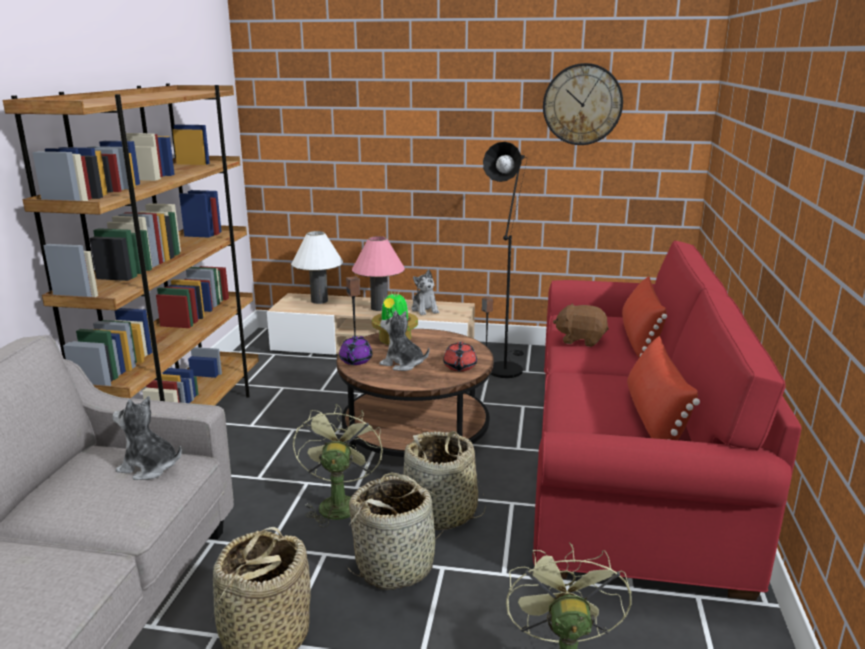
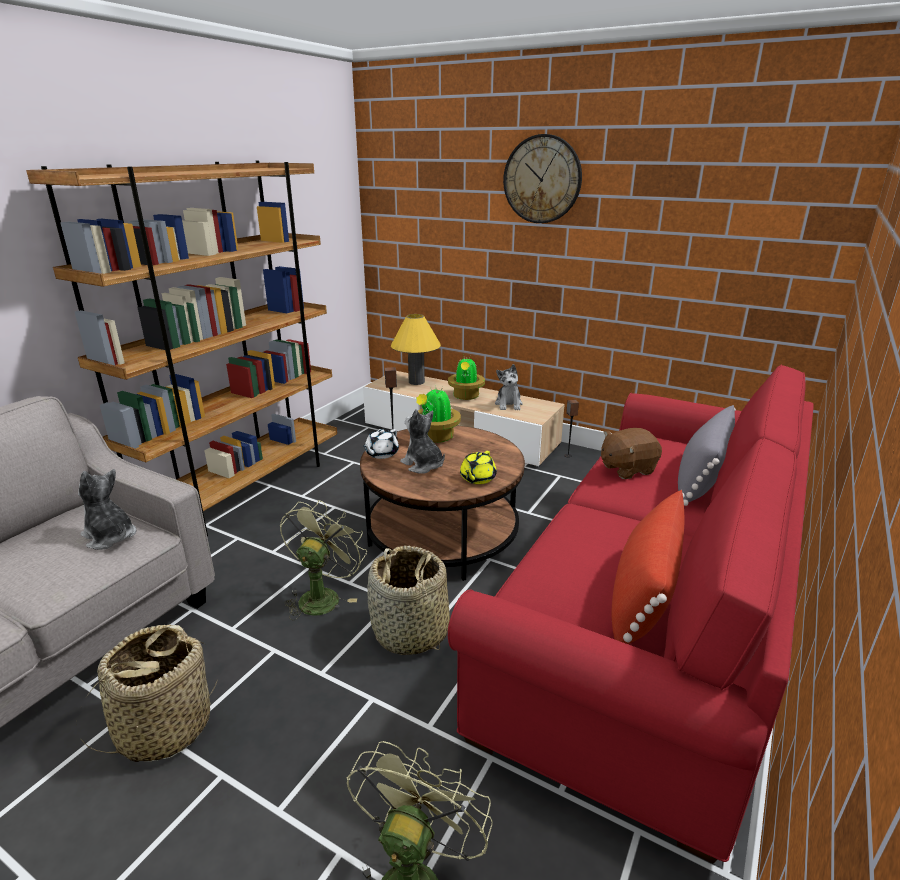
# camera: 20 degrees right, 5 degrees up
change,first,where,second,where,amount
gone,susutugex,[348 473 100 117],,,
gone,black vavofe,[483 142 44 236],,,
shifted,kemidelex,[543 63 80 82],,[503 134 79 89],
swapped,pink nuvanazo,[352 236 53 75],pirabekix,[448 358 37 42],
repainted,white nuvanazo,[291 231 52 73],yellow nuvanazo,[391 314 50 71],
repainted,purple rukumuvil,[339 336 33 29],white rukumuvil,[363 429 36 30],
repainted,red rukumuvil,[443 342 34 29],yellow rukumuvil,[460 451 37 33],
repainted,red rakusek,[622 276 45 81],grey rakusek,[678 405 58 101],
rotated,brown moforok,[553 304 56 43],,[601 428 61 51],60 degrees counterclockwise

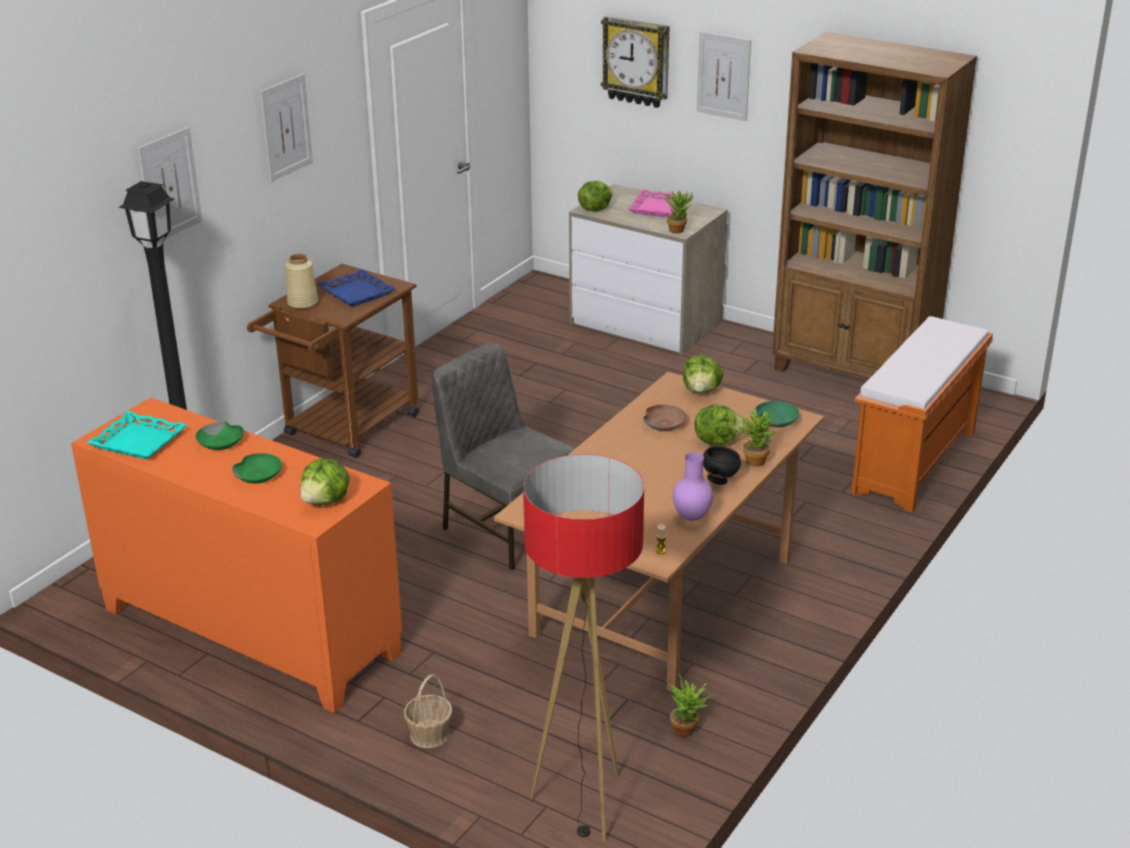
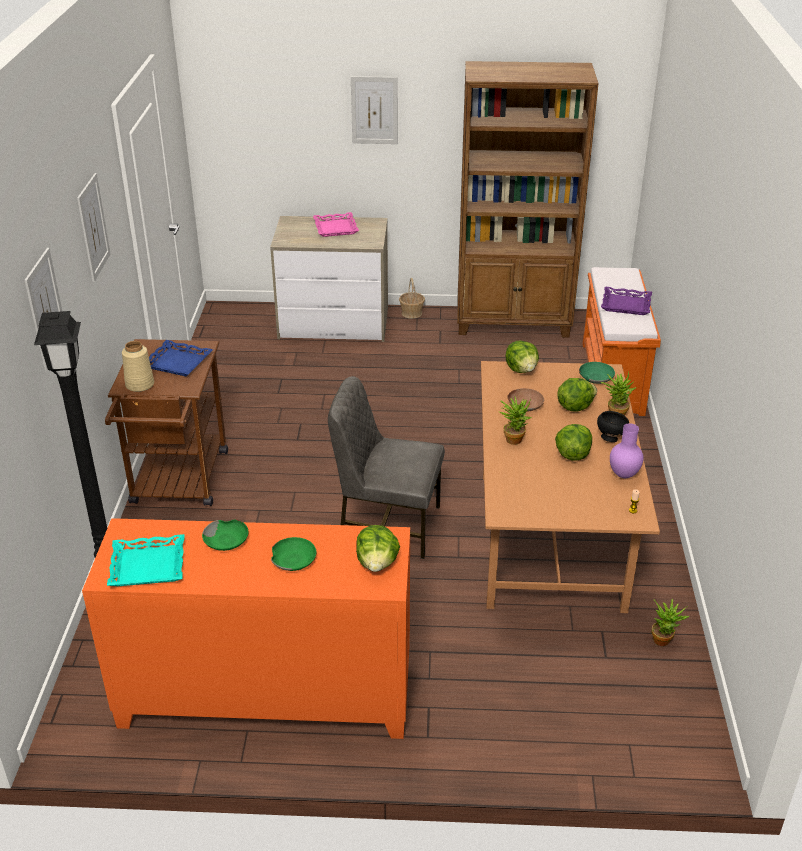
# camera: 30 degrees left, 5 degrees up
change,first,where,second,where,amount
gone,vavofe,[523 454 121 388],,,
gone,kemidelex,[601 16 68 92],,,
new,,,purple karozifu,[601 287 51 28],
shifted,susutugex,[404 674 49 74],,[399 278 26 41],
shifted,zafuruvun,[578 181 35 31],,[555 424 37 37],
shifted,pirabekix,[663 191 31 43],,[499 397 33 48],

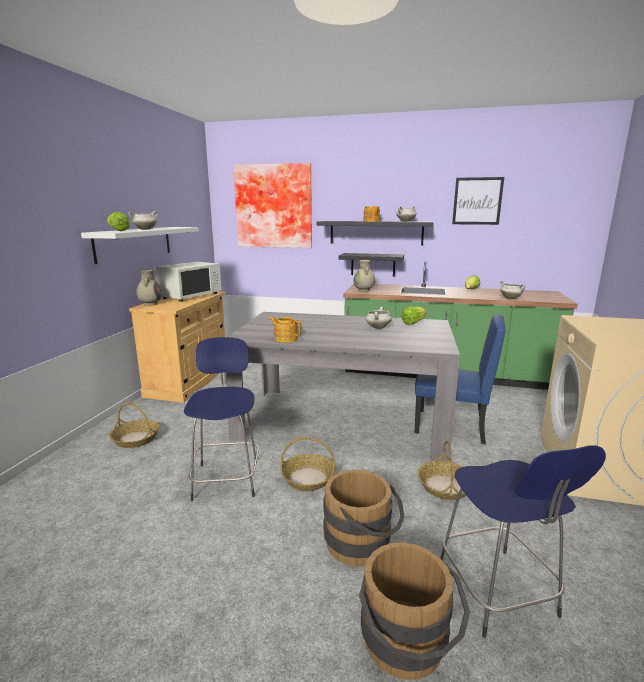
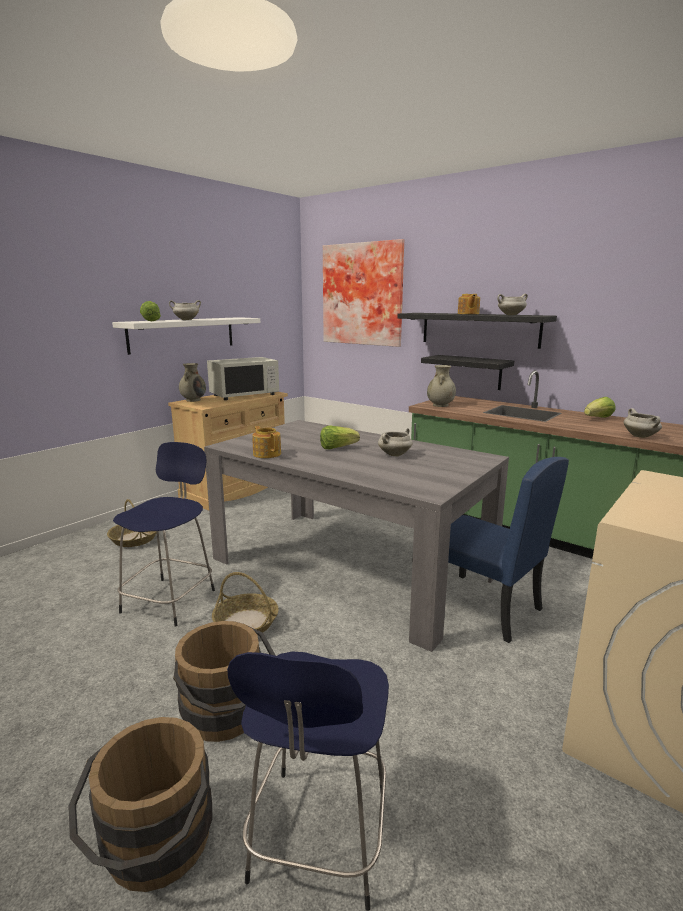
# camera: 25 degrees right, 0 degrees up
change,first,where,second,where,amount
gone,susutugex,[418 441 48 59],,,
gone,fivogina,[452 177 52 48],,,
shifted,zafuruvun,[401 306 26 19],,[320 426 40 23],

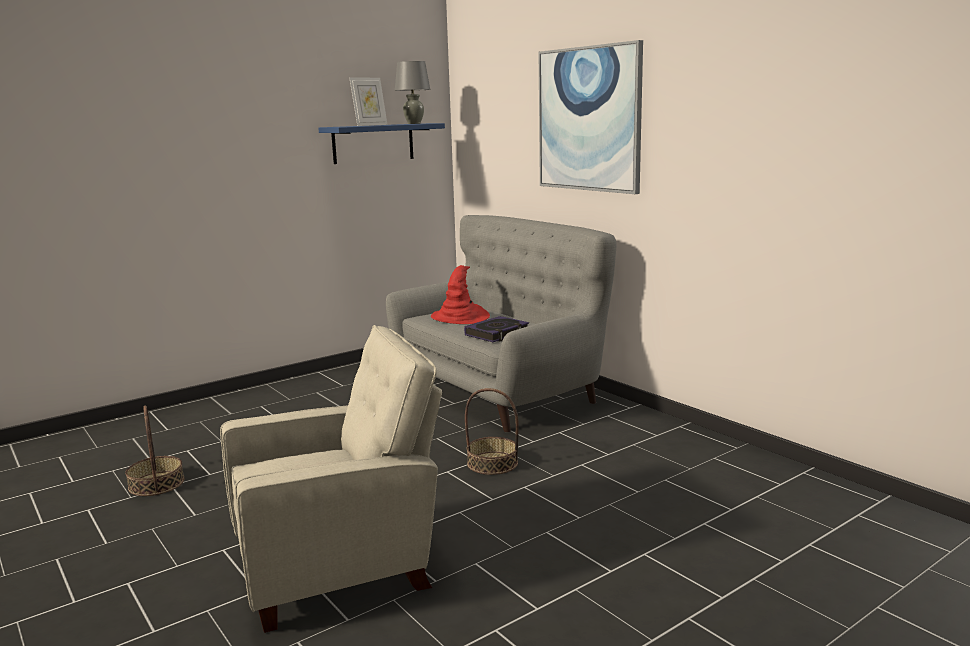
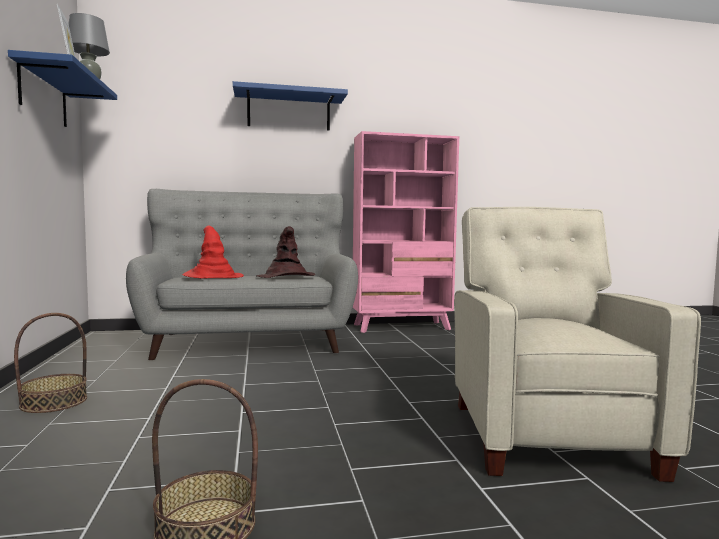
# camera: 65 degrees left, 10 degrees down
change,first,where,second,where,amount
new,,,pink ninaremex,[353 131 106 202],
shifted,susutugex,[465 388 54 87],,[14 313 73 100],
swapped,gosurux,[464 316 65 26],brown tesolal,[256 226 59 52],
swapped,fivogina,[539 40 104 154],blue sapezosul,[233 81 115 49],

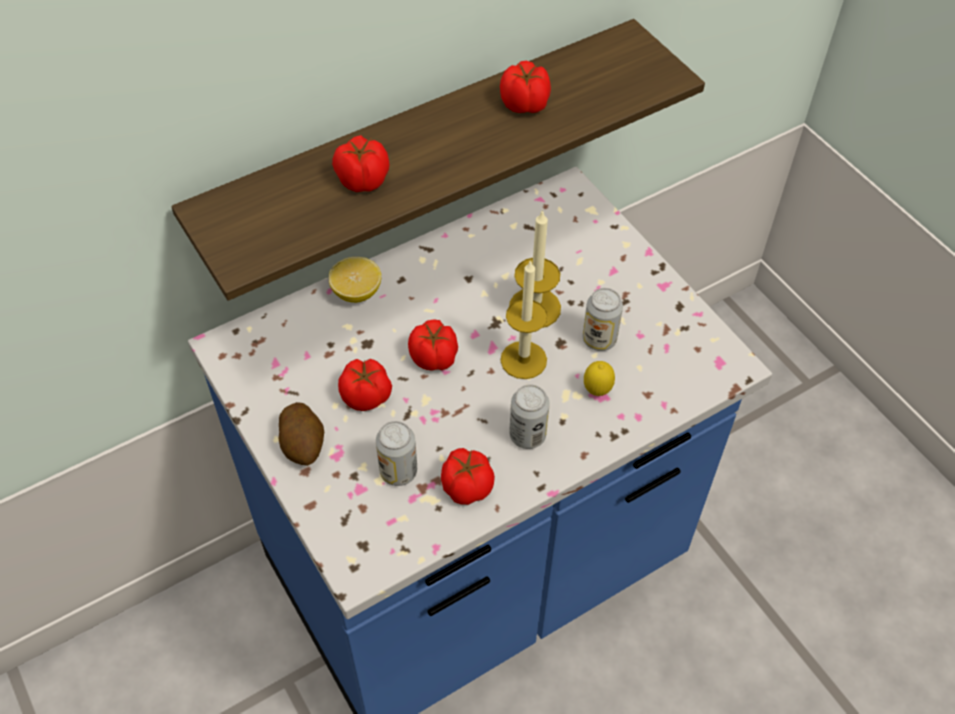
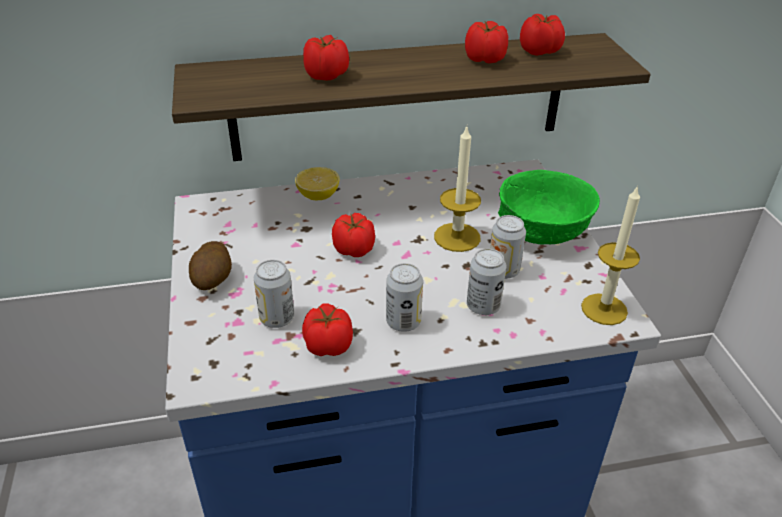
# camera: 20 degrees right, 15 degrees down
change,first,where,second,where,amount
new,,,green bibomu,[498 170 102 75],
shifted,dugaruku,[338 359 54 52],,[520 14 45 42],
shifted,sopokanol,[500 259 48 120],,[581 185 59 140],
swapped,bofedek,[584 361 31 35],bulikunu,[467 248 39 67],

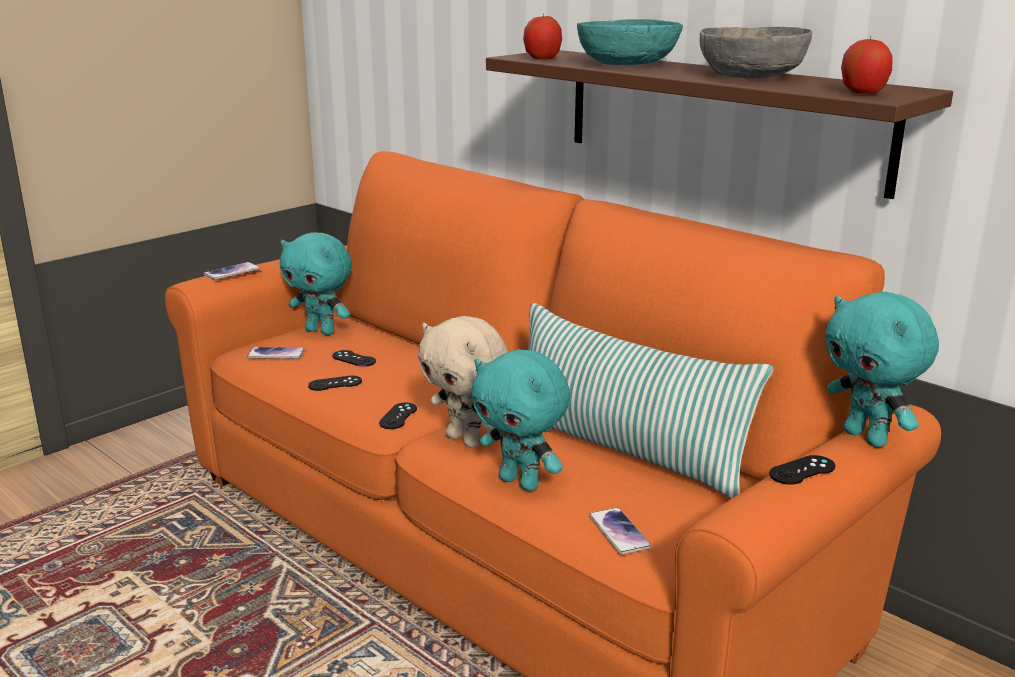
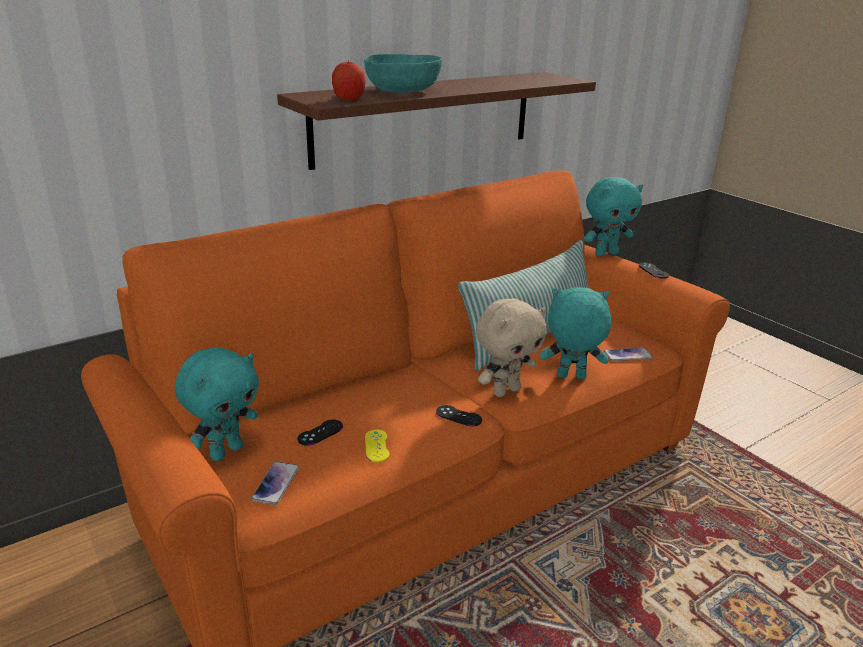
# camera: 80 degrees left, 5 degrees up
change,first,where,second,where,amount
gone,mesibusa,[204 262 56 18],,,
gone,grey bibomu,[700 27 112 51],,,
gone,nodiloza,[841 36 52 58],,,
repainted,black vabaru,[308 376 54 15],yellow vabaru,[365 429 25 34],
rotated,turquoise moforok,[471 349 99 142],,[540 287 71 92],135 degrees counterclockwise

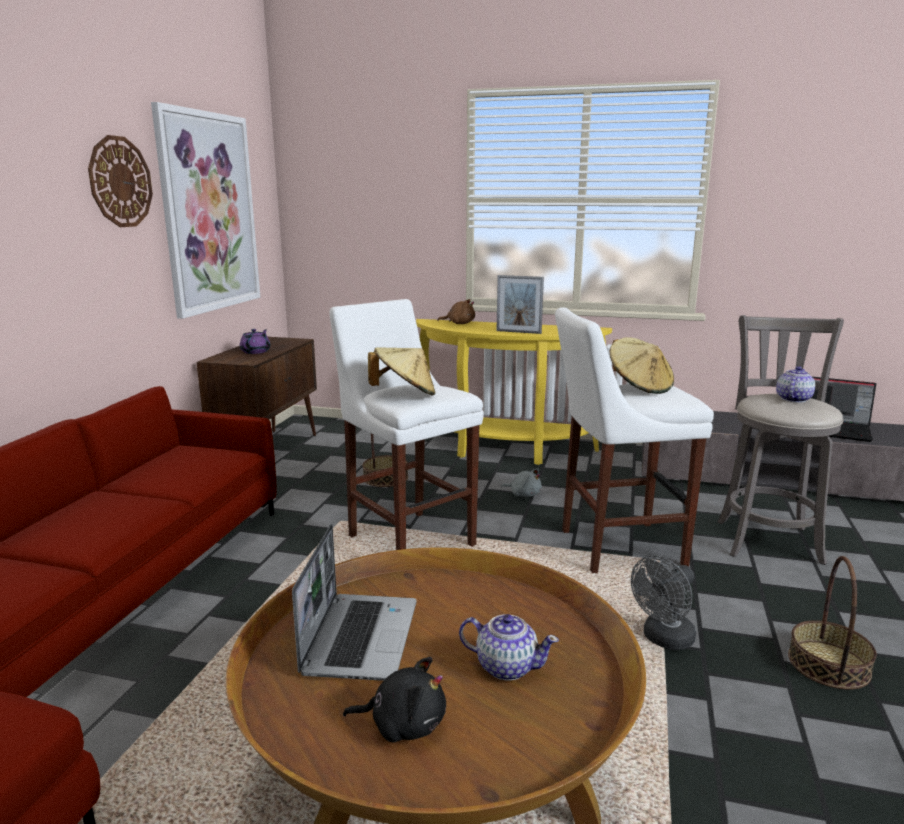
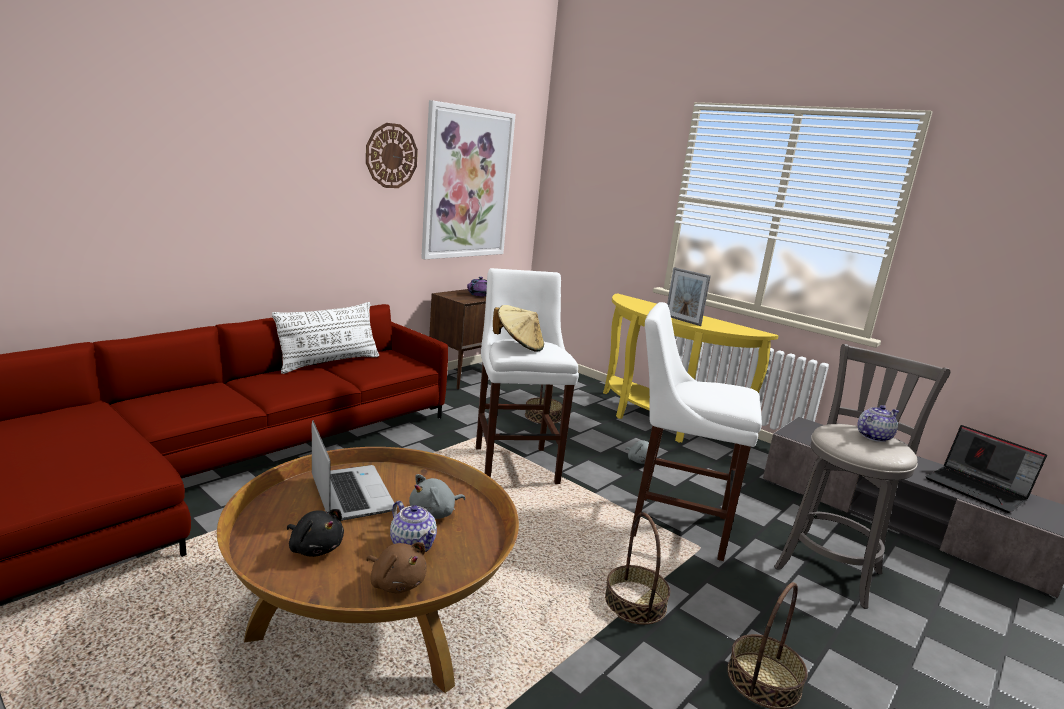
# camera: 25 degrees right, 0 degrees up
change,first,where,second,where,amount
gone,beige tesolal,[610 337 64 57],,,
new,,,white rakusek,[272 302 107 72],
new,,,grey moforok,[409 474 56 45],
shifted,brown moforok,[437 299 38 25],,[366 542 61 51],
swapped,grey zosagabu,[631 555 65 95],susutugex,[605 512 65 113],
rotated,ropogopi,[292 524 125 157],,[312 420 82 101],60 degrees counterclockwise

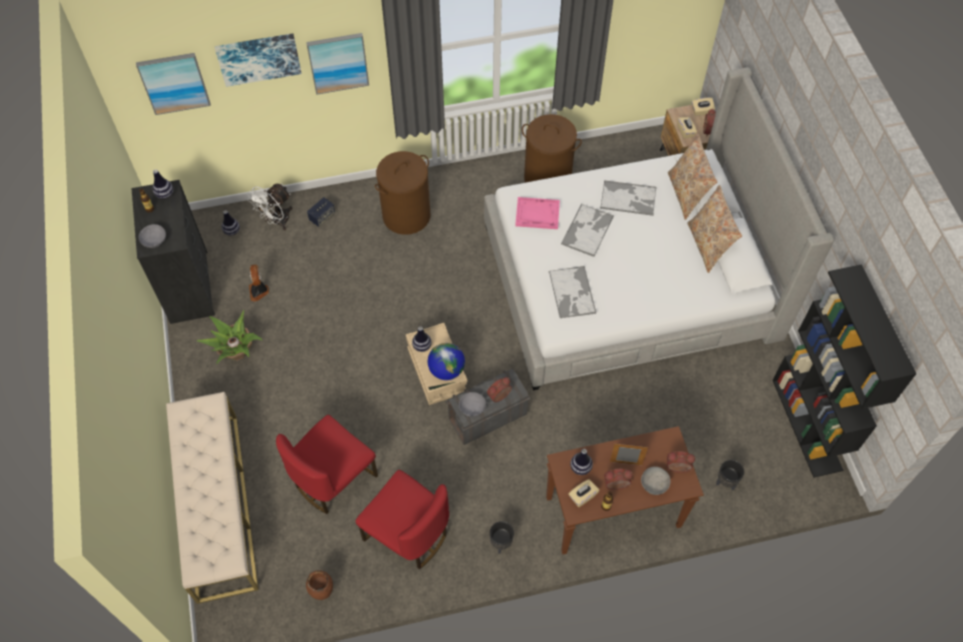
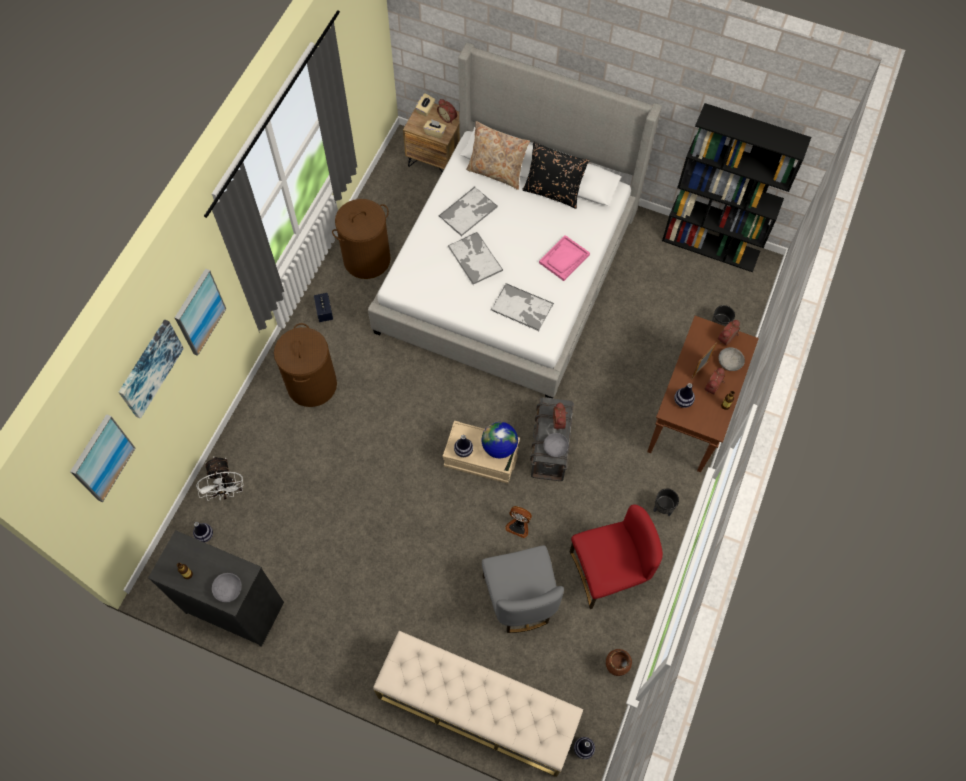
# camera: 55 degrees left, 5 degrees up
change,first,where,second,where,amount
gone,pirabekix,[197 310 66 54],,,
gone,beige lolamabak,[568 479 31 28],,,
shifted,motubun,[153 170 20 29],,[574 737 21 22],
shifted,zosagabu,[249 265 20 37],,[505 506 27 32],
shifted,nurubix,[307 197 28 30],,[314 293 19 29],
shifted,pink karozifu,[515 197 45 32],,[539 235 51 46],
repainted,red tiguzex,[276 415 102 99],grey tiguzex,[482 545 82 88],
repainted,beige rakusek,[688 185 54 88],black rakusek,[522 142 68 67],

